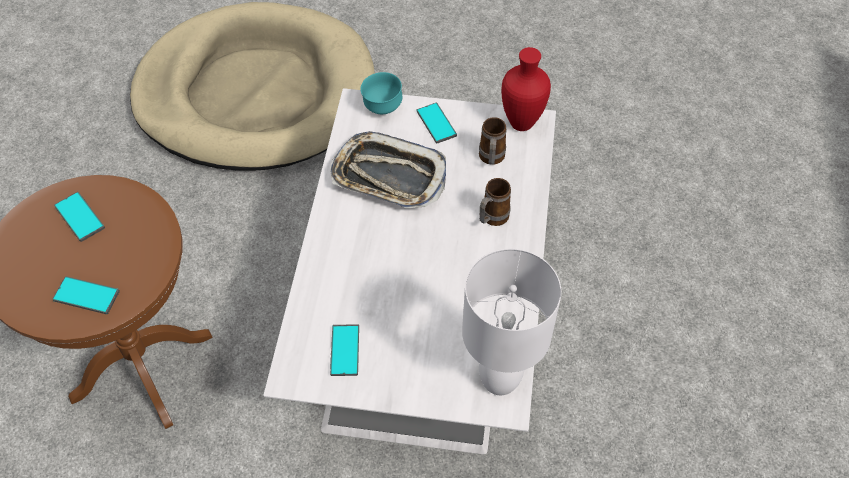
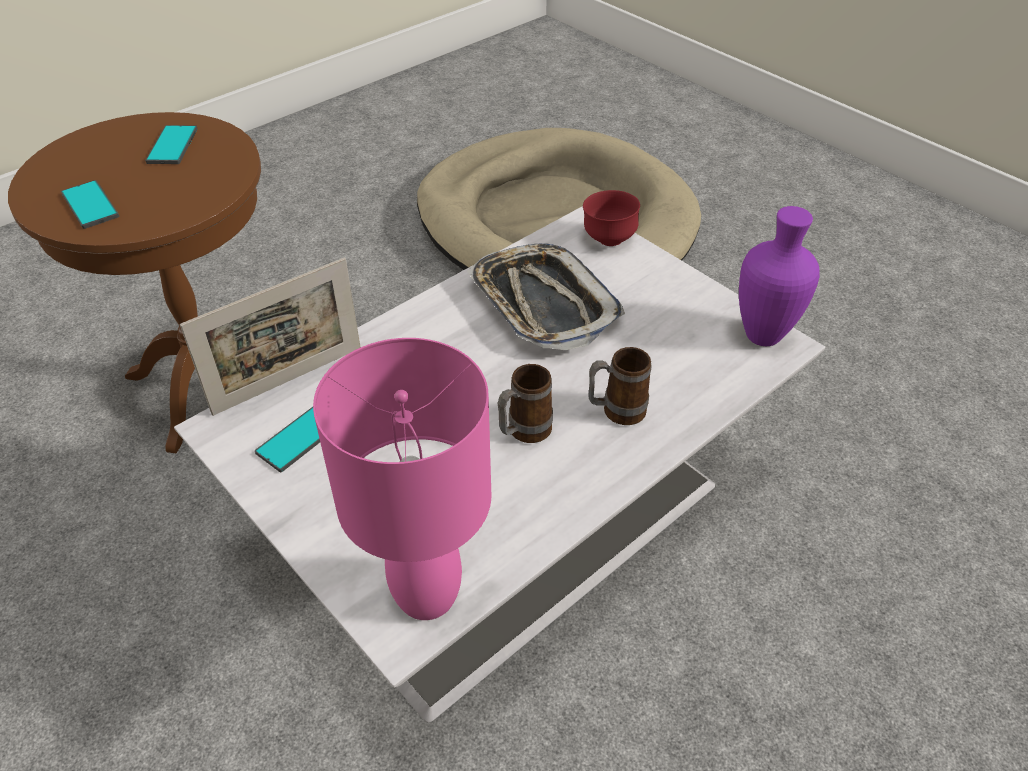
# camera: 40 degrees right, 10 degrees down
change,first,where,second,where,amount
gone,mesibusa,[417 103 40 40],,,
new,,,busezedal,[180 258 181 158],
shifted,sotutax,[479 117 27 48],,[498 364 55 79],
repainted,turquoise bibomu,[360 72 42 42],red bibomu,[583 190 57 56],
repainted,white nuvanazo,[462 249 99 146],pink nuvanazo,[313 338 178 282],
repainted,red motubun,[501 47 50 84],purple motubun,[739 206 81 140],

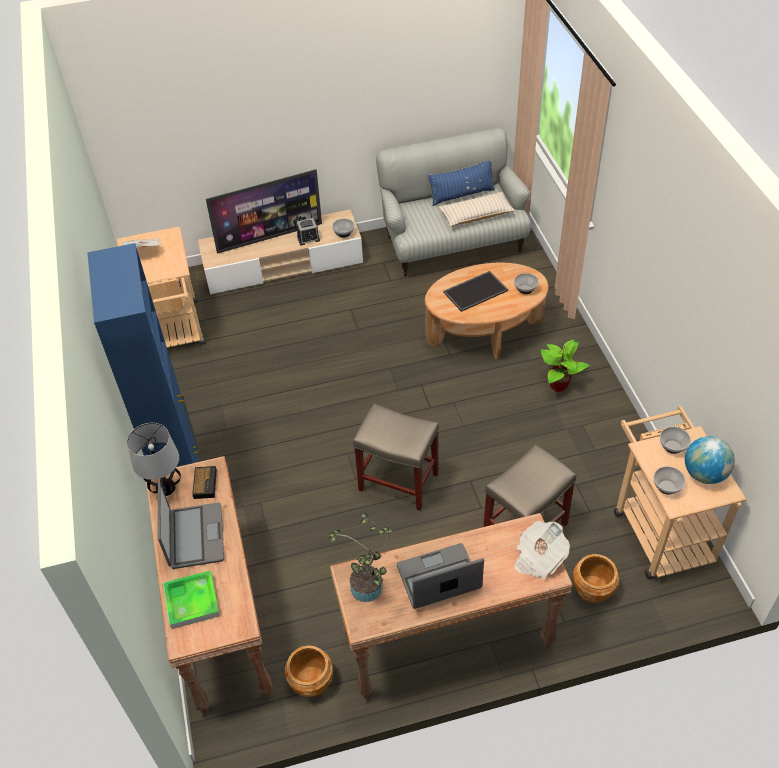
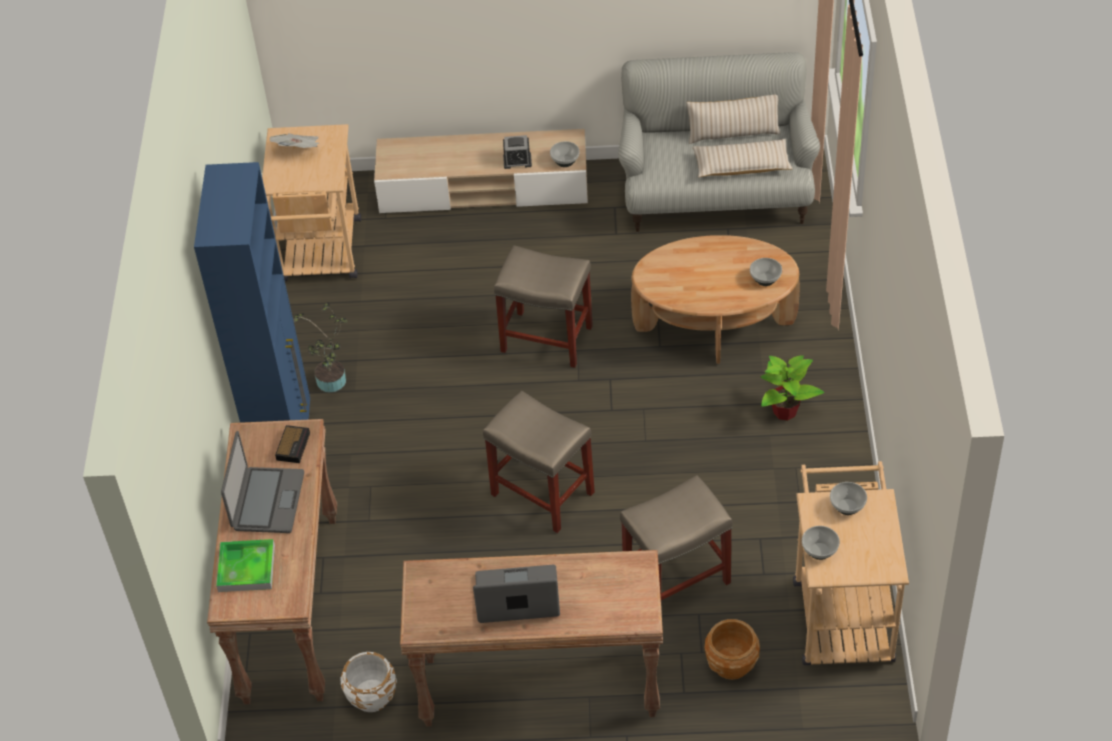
# camera: 15 degrees right, 0 degrees up
change,first,where,second,where,amount
gone,nuvanazo,[127 423 54 73],,,
gone,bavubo,[206 169 116 85],,,
gone,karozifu,[443 271 65 41],,,
gone,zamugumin,[514 521 56 59],,,
gone,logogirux,[685 436 50 48],,,
new,,,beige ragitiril,[494 245 99 123],
shifted,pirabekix,[329 513 65 89],,[293 302 55 90],
repainted,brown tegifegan,[285 645 48 52],white tegifegan,[340 652 57 60],
repainted,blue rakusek,[428 161 67 45],beige rakusek,[686 95 95 49],

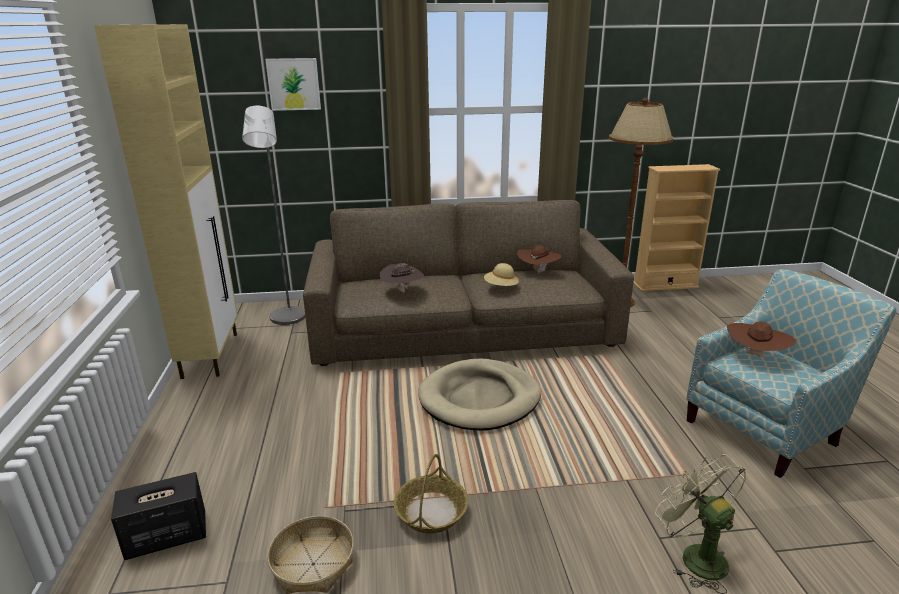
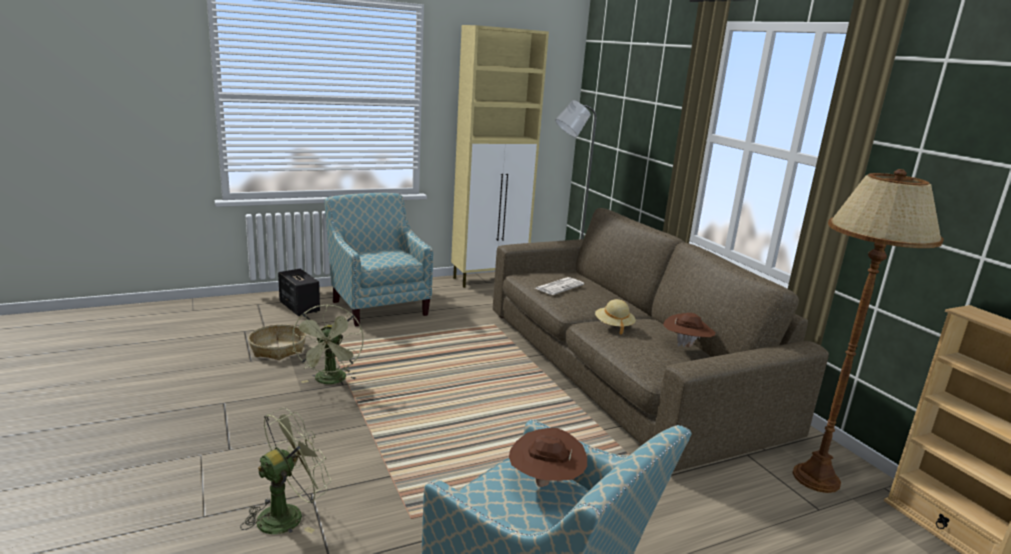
# camera: 70 degrees right, 5 degrees down
change,first,where,second,where,amount
gone,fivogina,[265 58 56 53],,,
gone,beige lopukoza,[418 359 123 72],,,
new,,,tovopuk,[324 193 109 133],
swapped,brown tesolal,[380 263 44 30],zamugumin,[535 277 49 18],
swapped,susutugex,[394 454 74 80],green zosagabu,[292 304 72 80],

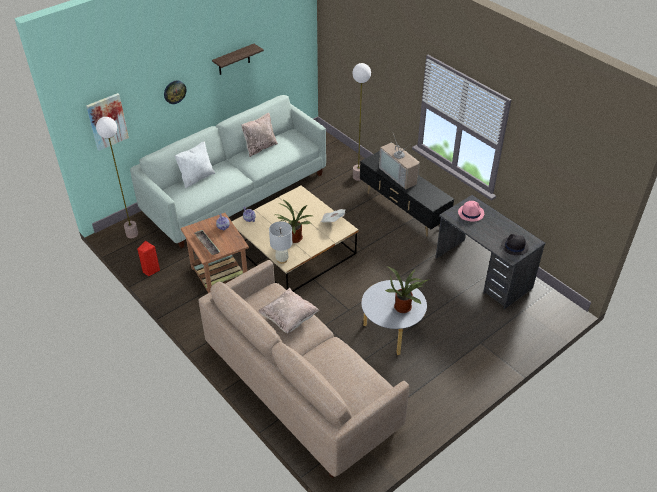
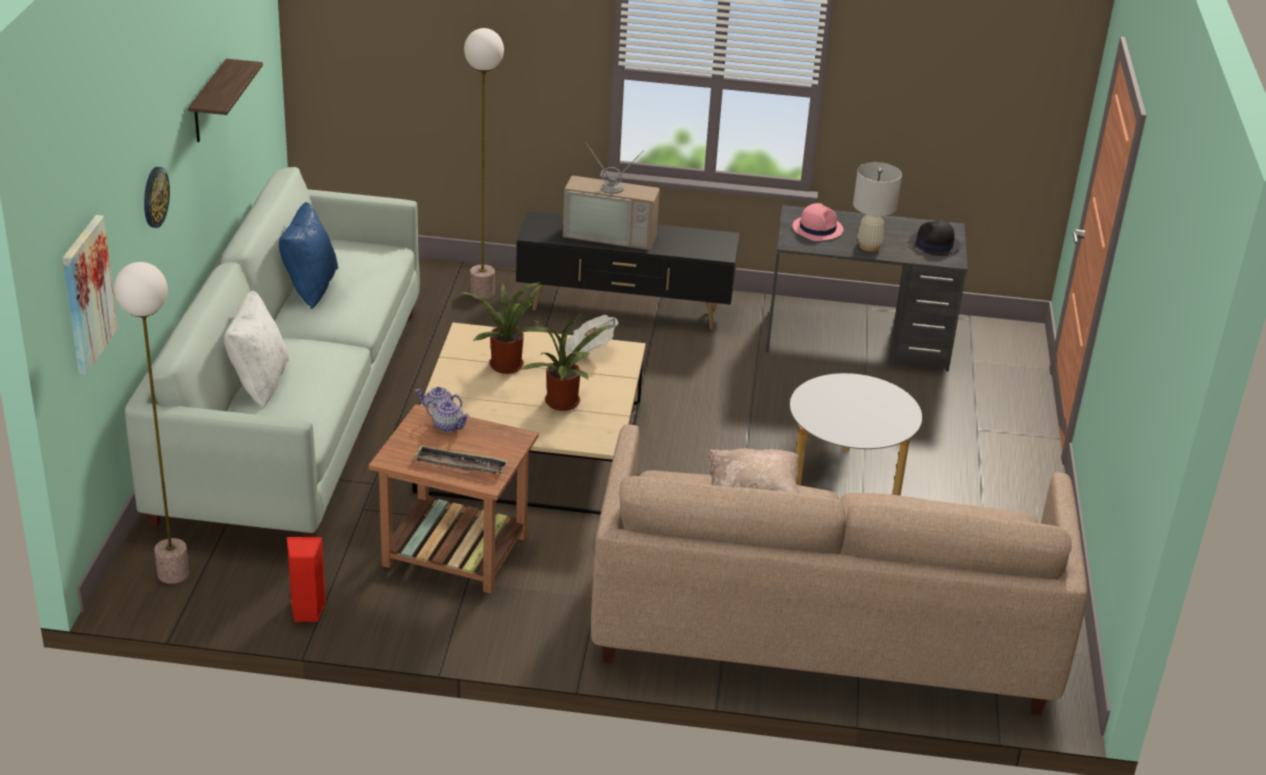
# camera: 45 degrees left, 10 degrees down
change,first,where,second,where,amount
shifted,white nuvanazo,[269 221 23 43],,[853 162 49 89],
shifted,pirabekix,[385 266 43 47],,[461 282 86 92],
repainted,beige rakusek,[241 113 37 44],blue rakusek,[279 202 59 107],

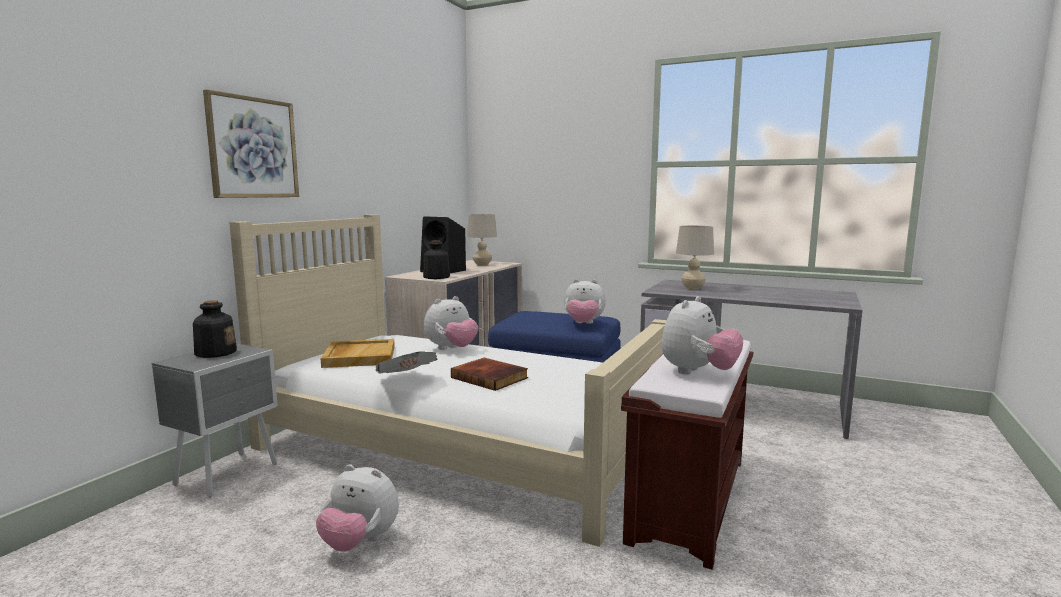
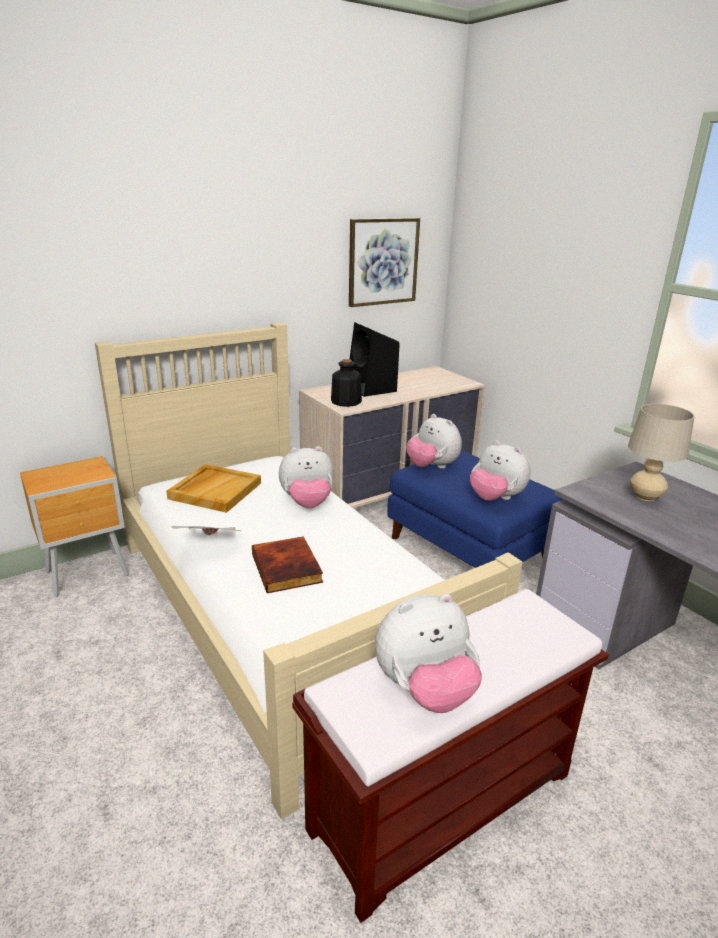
# camera: 30 degrees right, 15 degrees up
change,first,where,second,where,amount
gone,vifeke,[193 300 44 58],,,
gone,beige nuvanazo,[467 214 30 52],,,
shifted,fivogina,[203 89 96 109],,[349 218 71 89],
shifted,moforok,[316 464 83 88],,[406 414 56 55],
repainted,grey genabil,[152 343 126 155],brown genabil,[20 456 109 141],

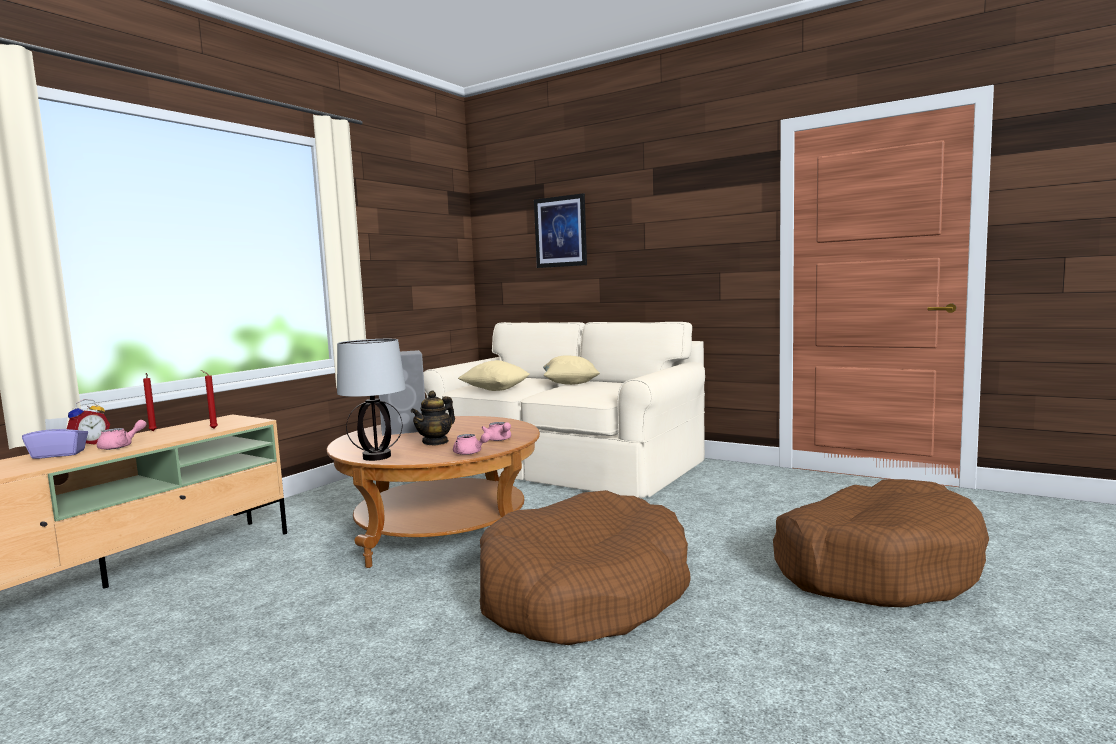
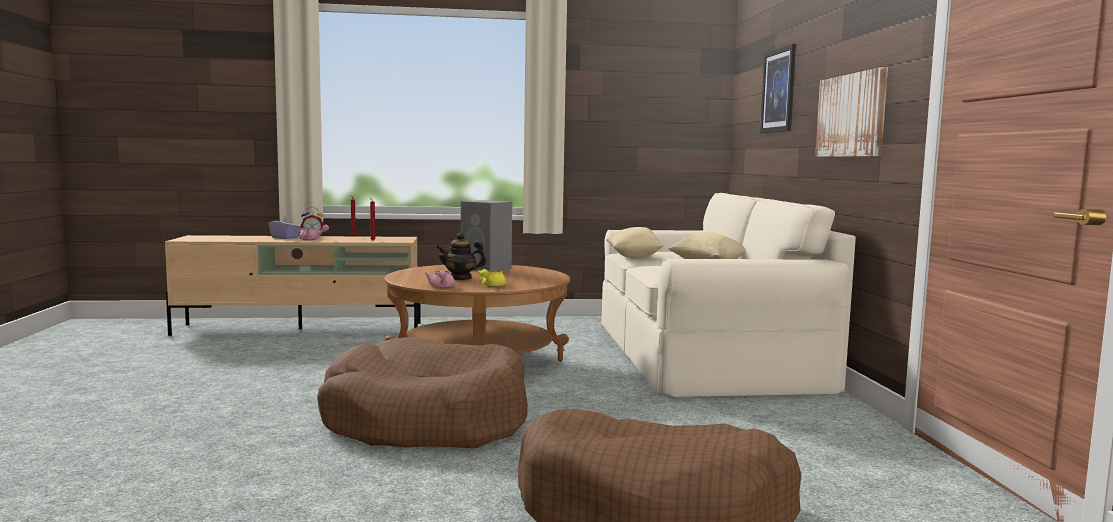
# camera: 50 degrees right, 0 degrees up
change,first,where,second,where,amount
gone,nuvanazo,[337 339 69 122],,,
new,,,fivogina,[815 67 73 90],
repainted,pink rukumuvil,[481 422 30 19],yellow rukumuvil,[477 269 29 18],

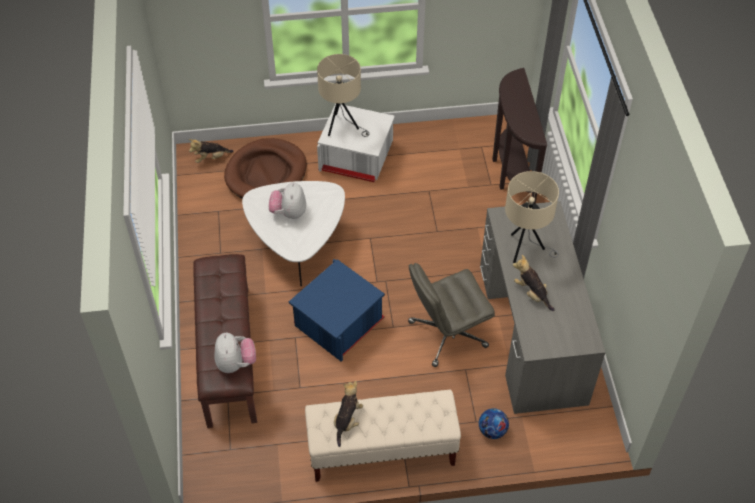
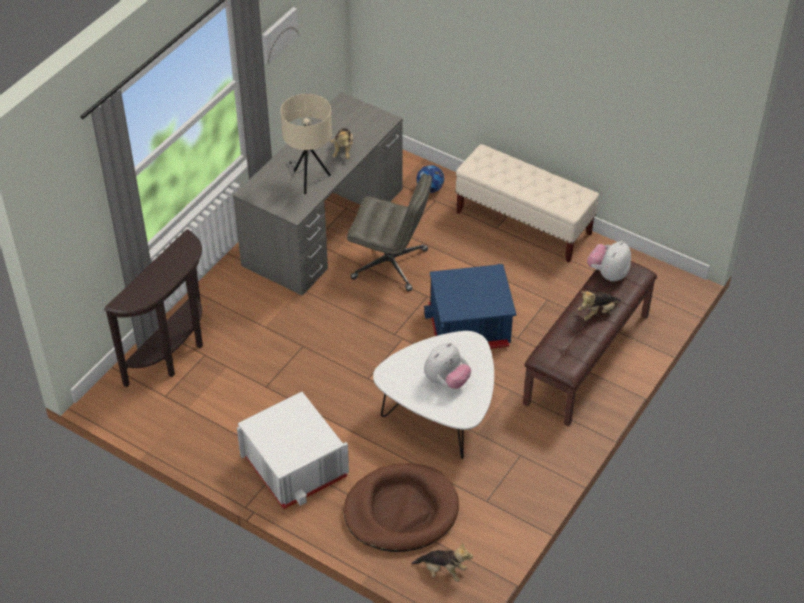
# camera: 140 degrees left, 5 degrees down
change,first,where,second,where,amount
gone,beige nuvanazo,[317 54 53 83],,,
new,,,fivogina,[262 7 37 57],
shifted,moforok,[334 381 29 66],,[577 291 44 30],

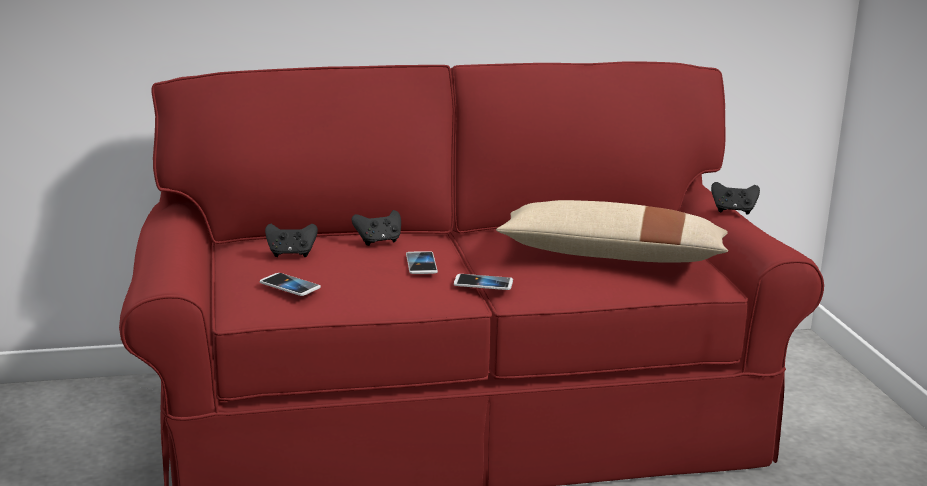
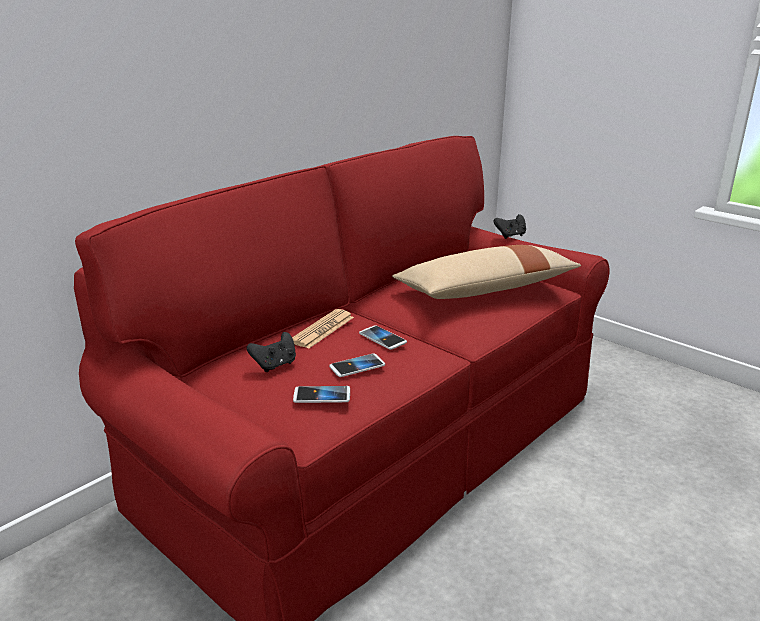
# camera: 35 degrees left, 5 degrees up
change,first,where,second,where,amount
shifted,mesibusa,[454 274 59 16],,[329 353 56 24],
swapped,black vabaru,[352 210 49 36],zamugumin,[292 309 62 39],

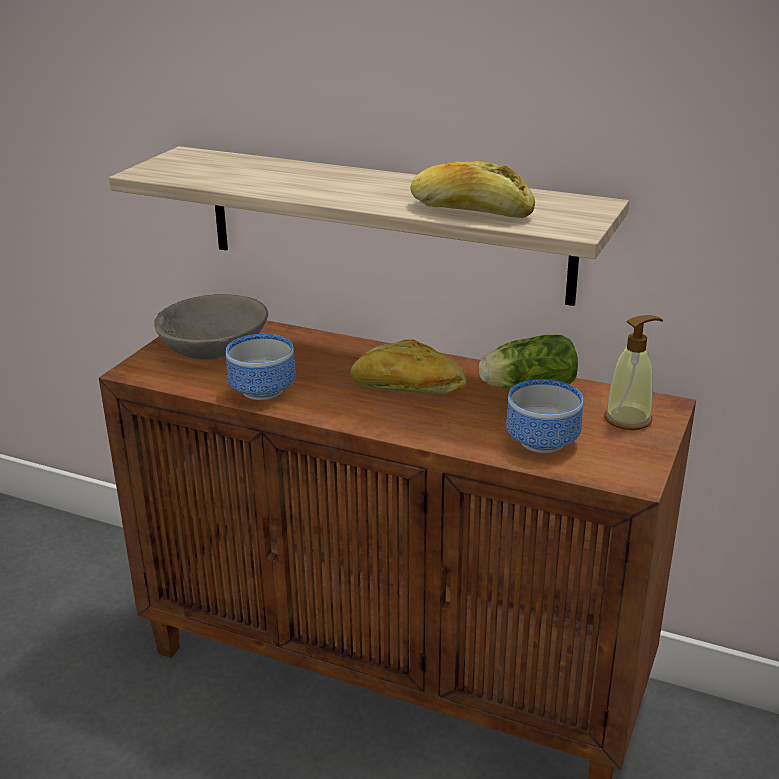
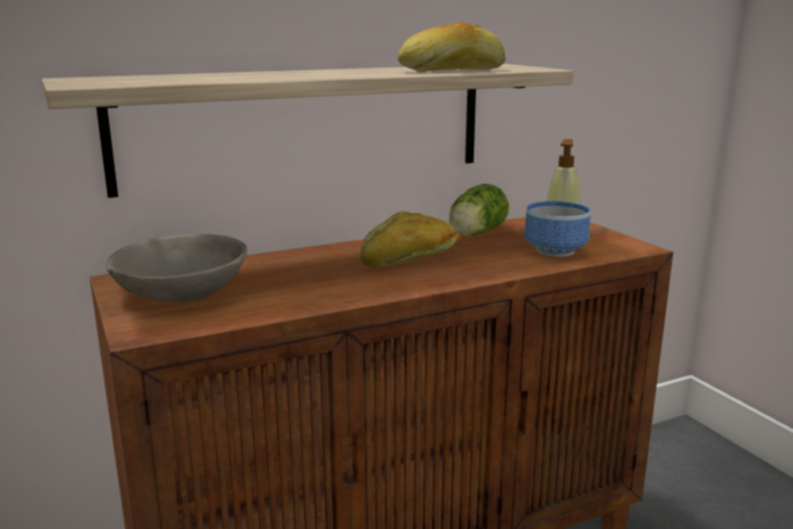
# camera: 50 degrees left, 10 degrees down
change,first,where,second,where,amount
gone,bibomu,[226 334 70 66],,,

